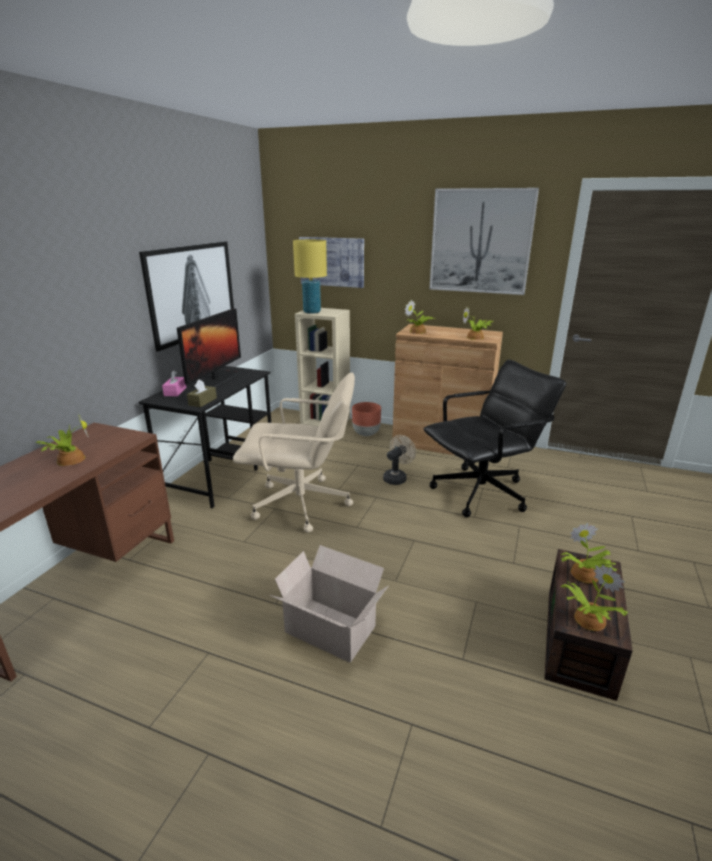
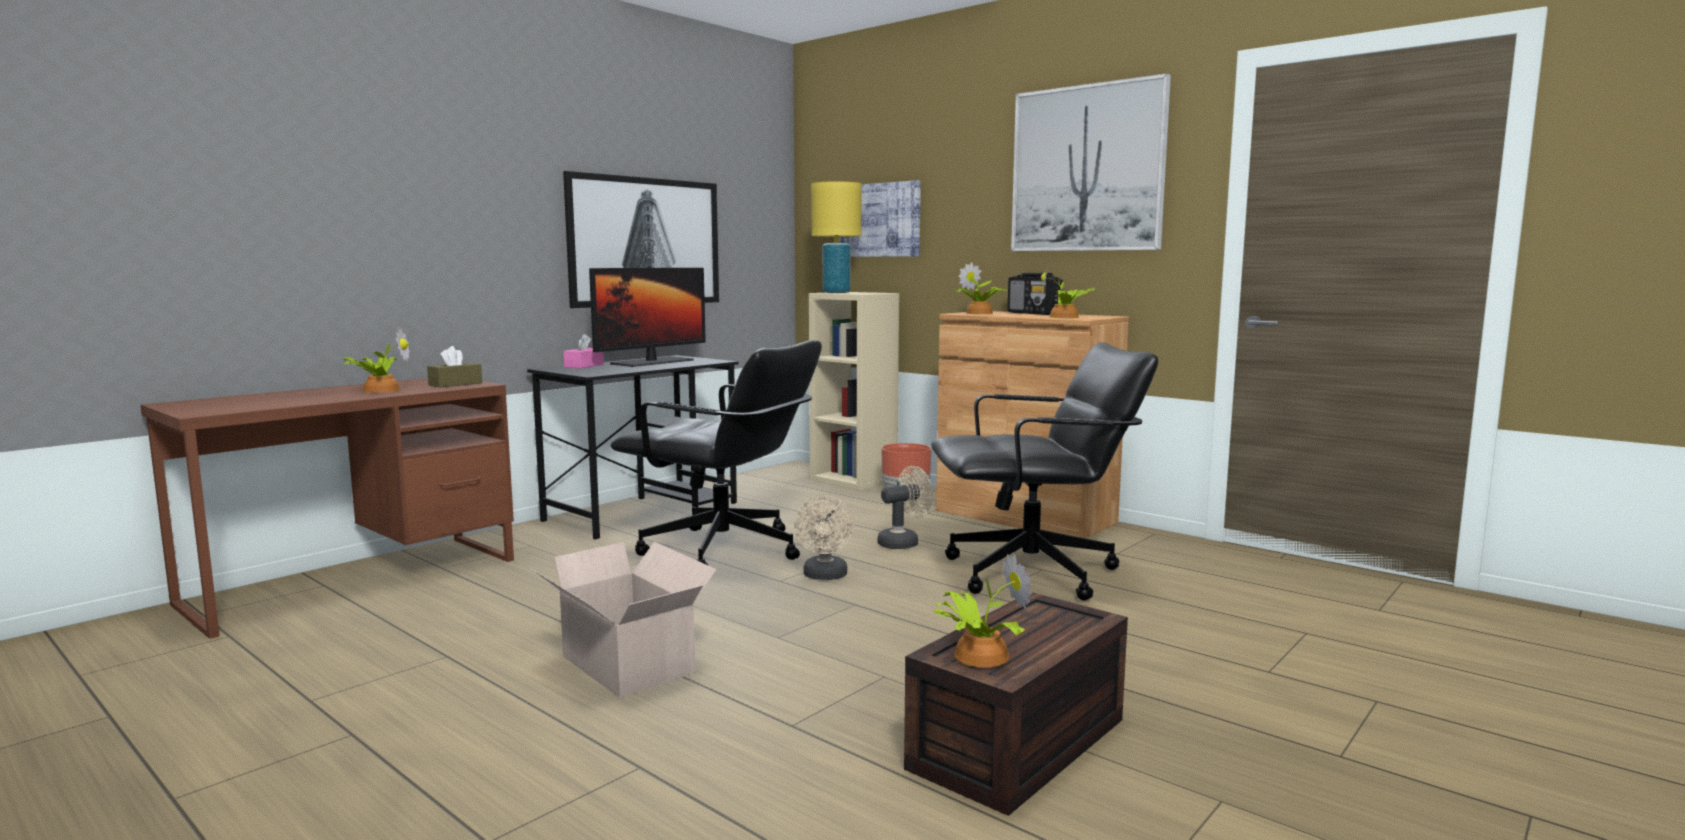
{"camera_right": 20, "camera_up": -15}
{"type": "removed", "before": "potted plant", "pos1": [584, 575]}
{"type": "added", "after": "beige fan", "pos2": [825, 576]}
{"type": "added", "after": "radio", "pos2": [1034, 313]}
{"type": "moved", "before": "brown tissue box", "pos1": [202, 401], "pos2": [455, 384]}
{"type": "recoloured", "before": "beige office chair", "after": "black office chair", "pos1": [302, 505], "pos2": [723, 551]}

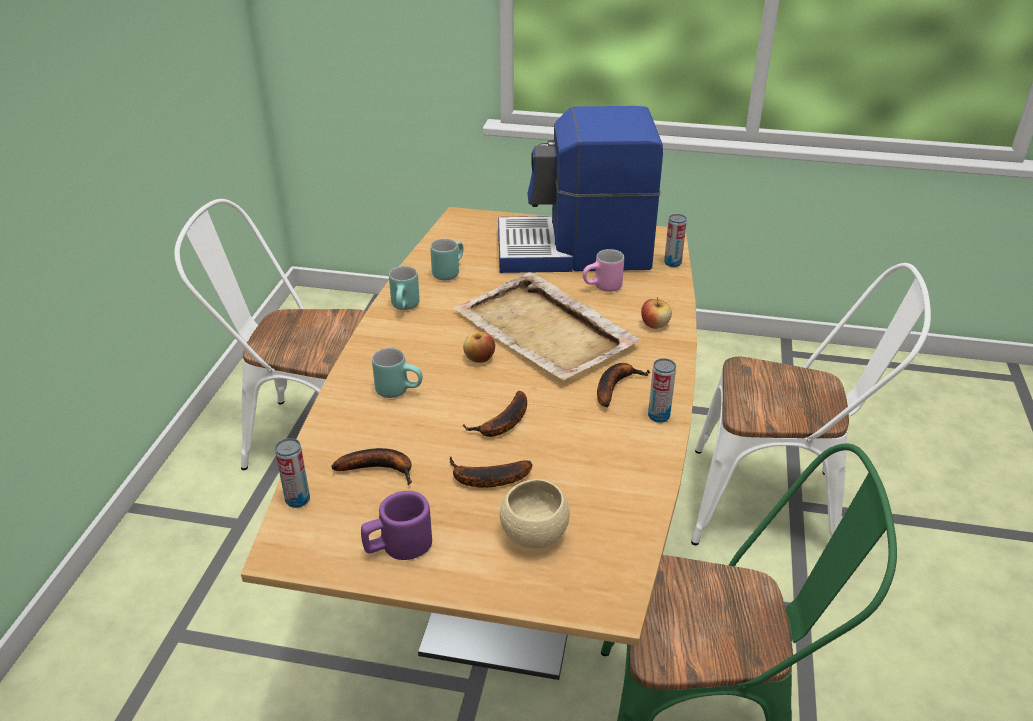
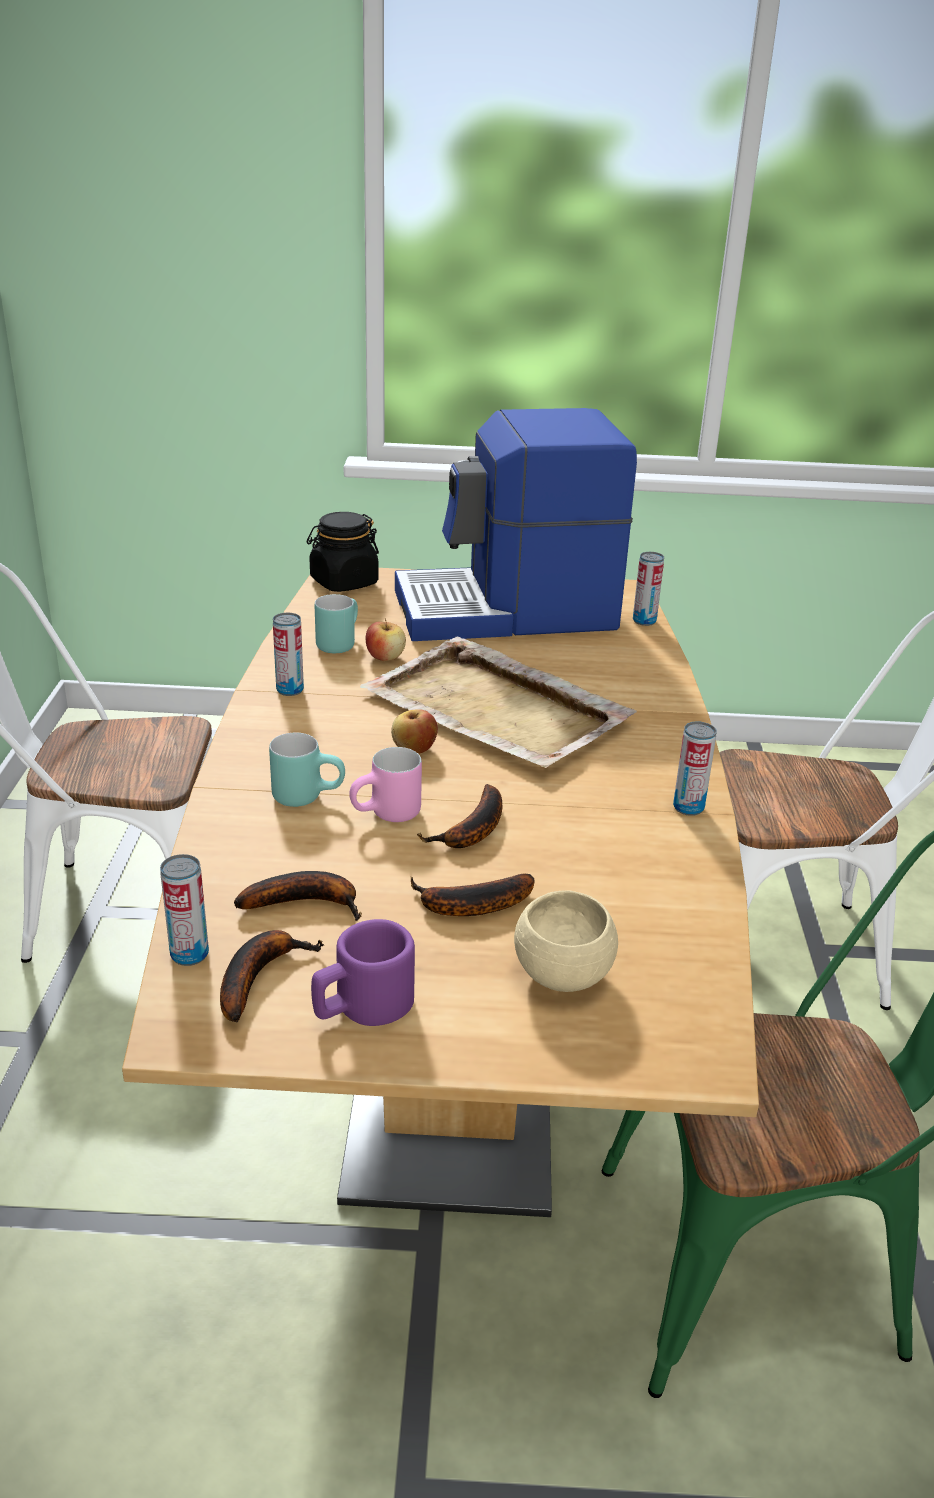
{"camera_right": -10, "camera_up": -5}
{"type": "added", "after": "black jar", "pos2": [343, 582]}
{"type": "moved", "before": "pink mug", "pos1": [603, 288], "pos2": [387, 816]}
{"type": "moved", "before": "banana", "pos1": [615, 386], "pos2": [259, 976]}
{"type": "moved", "before": "apple", "pos1": [655, 325], "pos2": [385, 657]}
{"type": "replaced", "before": "turquoise mug", "after": "can", "pos1": [406, 308], "pos2": [290, 690]}

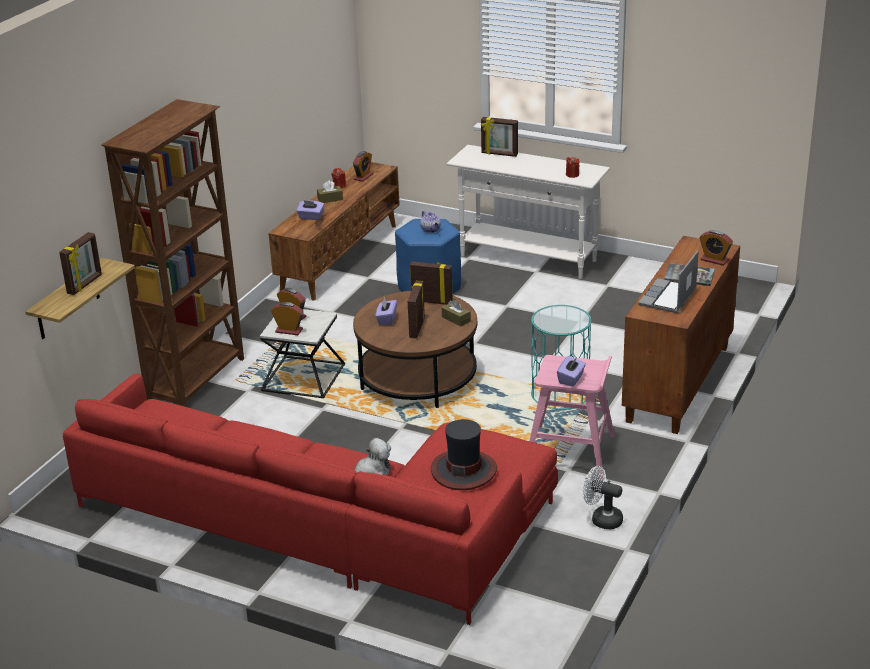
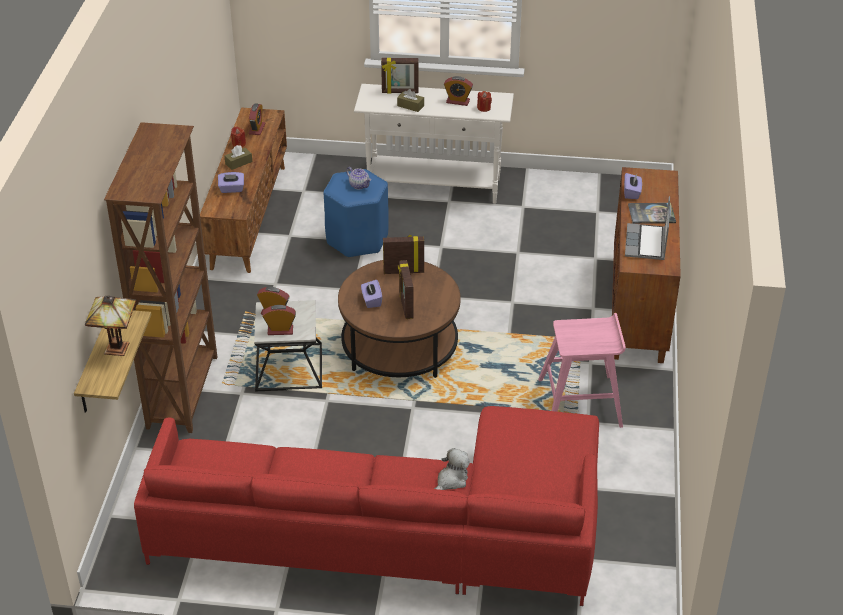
{"camera_right": -20, "camera_up": 10}
{"type": "removed", "before": "hat", "pos1": [464, 470]}
{"type": "removed", "before": "turquoise side table", "pos1": [560, 394]}
{"type": "removed", "before": "white fan", "pos1": [602, 519]}
{"type": "moved", "before": "brown tissue box", "pos1": [456, 319], "pos2": [410, 106]}
{"type": "moved", "before": "purple tissue box", "pos1": [571, 379], "pos2": [632, 193]}
{"type": "moved", "before": "alarm clock", "pos1": [714, 260], "pos2": [458, 101]}
{"type": "replaced", "before": "picture frame", "after": "table lamp", "pos1": [85, 284], "pos2": [116, 347]}

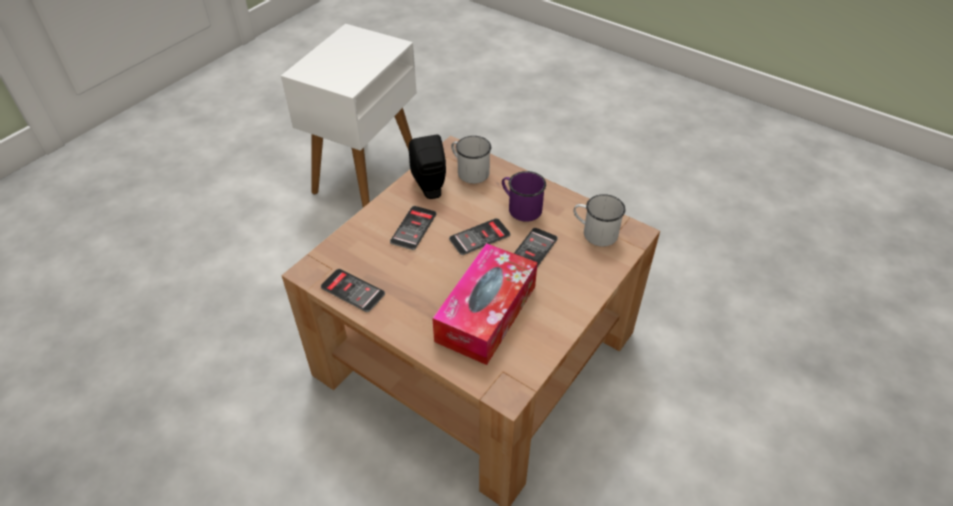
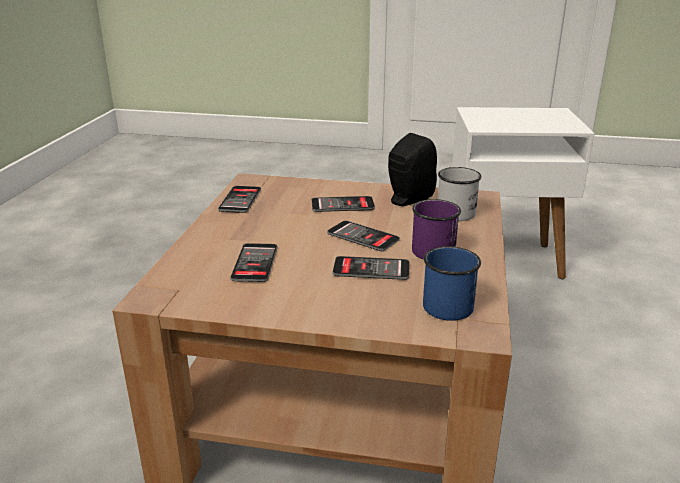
{"camera_right": 65, "camera_up": -20}
{"type": "replaced", "before": "tissue box", "after": "phone", "pos1": [486, 313], "pos2": [255, 263]}
{"type": "recoloured", "before": "white mug", "after": "blue mug", "pos1": [595, 232], "pos2": [446, 302]}

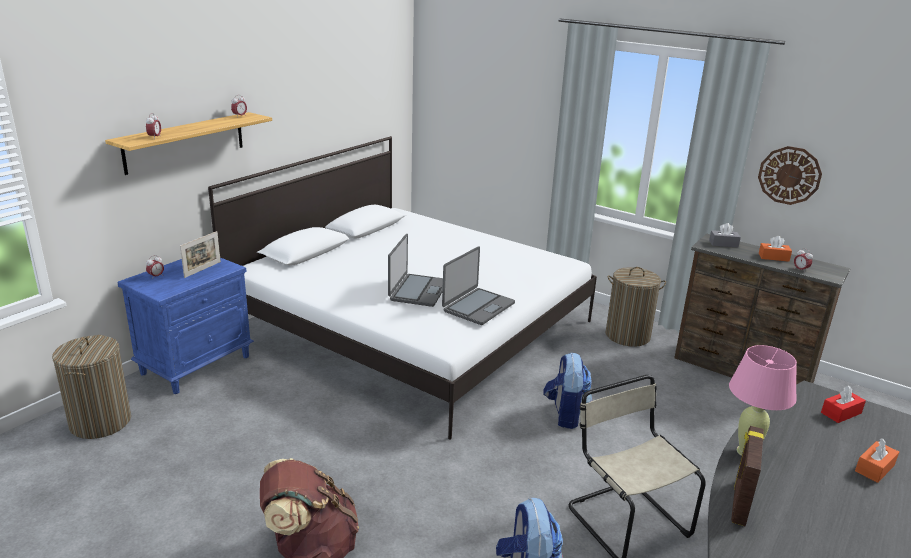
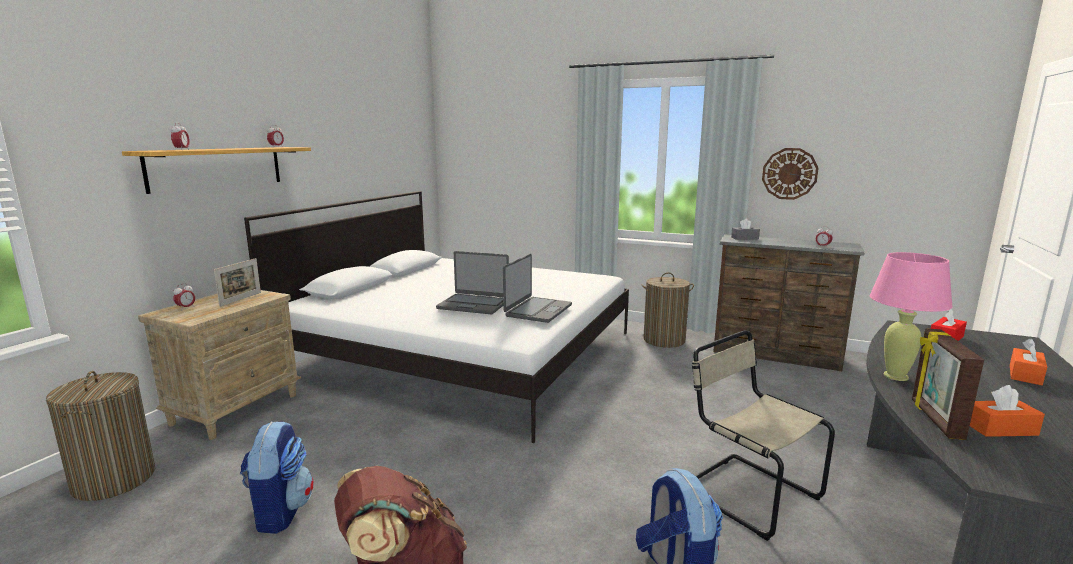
{"camera_right": -10, "camera_up": -10}
{"type": "moved", "before": "backpack", "pos1": [565, 414], "pos2": [280, 511]}
{"type": "moved", "before": "orange tissue box", "pos1": [773, 257], "pos2": [1000, 428]}
{"type": "recoloured", "before": "blue nightstand", "after": "beige nightstand", "pos1": [196, 364], "pos2": [236, 409]}
{"type": "turned", "before": "laptop", "pos1": [418, 291], "pos2": [473, 305], "turn": 105}

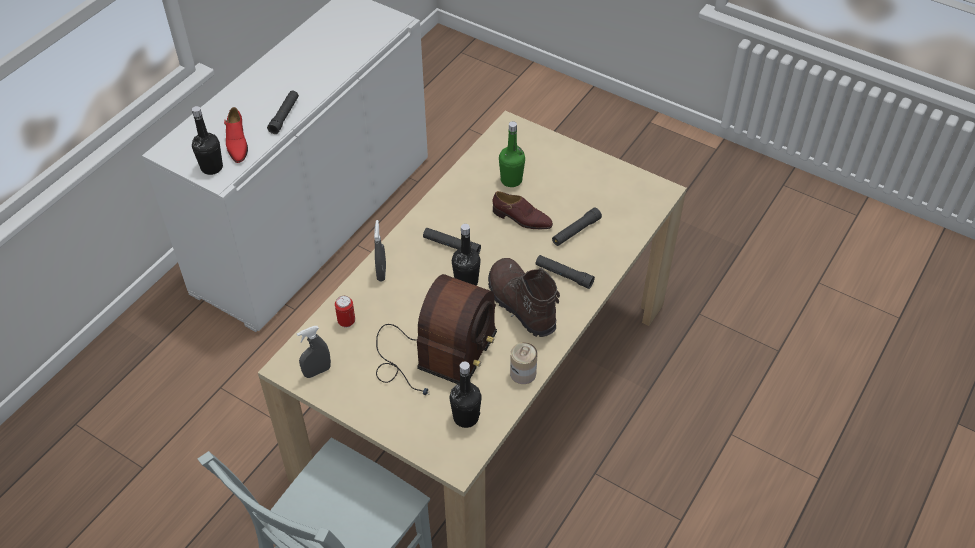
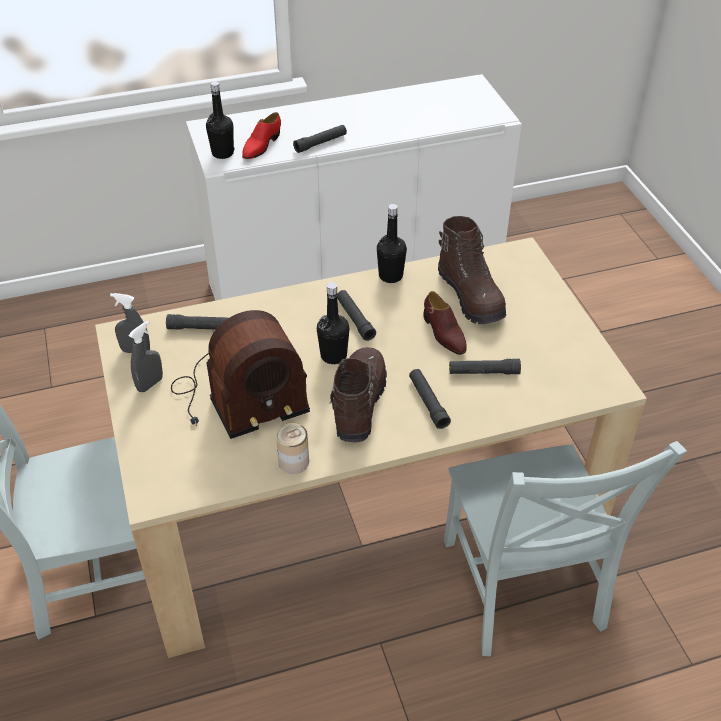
{"camera_right": 40, "camera_up": -5}
{"type": "added", "after": "grey chair", "pos2": [523, 590]}
{"type": "moved", "before": "grey spray bottle", "pos1": [381, 272], "pos2": [150, 384]}
{"type": "moved", "before": "black bottle", "pos1": [466, 417], "pos2": [390, 276]}
{"type": "replaced", "before": "can", "after": "black flashlight", "pos1": [346, 322], "pos2": [201, 328]}
{"type": "replaced", "before": "green bottle", "after": "brown boot", "pos1": [511, 180], "pos2": [471, 296]}

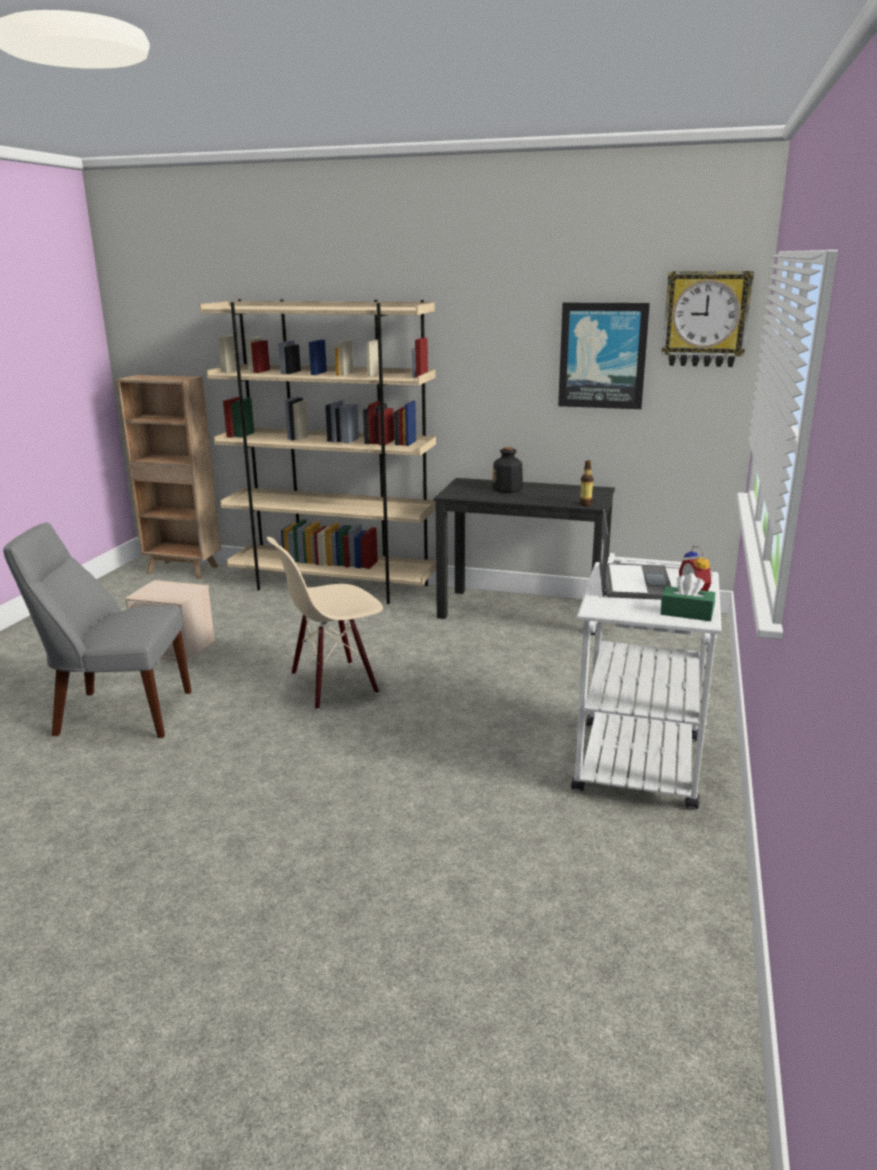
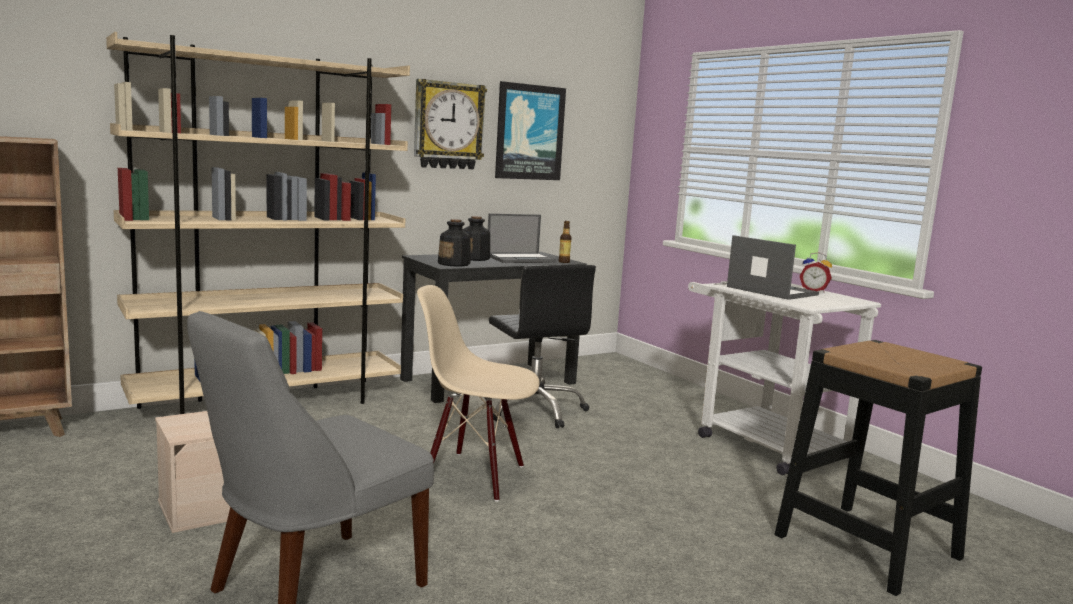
{"camera_right": -50, "camera_up": -10}
{"type": "removed", "before": "green tissue box", "pos1": [686, 613]}
{"type": "added", "after": "bottle", "pos2": [454, 264]}
{"type": "added", "after": "black office chair", "pos2": [534, 410]}
{"type": "added", "after": "laptop", "pos2": [521, 259]}
{"type": "added", "after": "black stool", "pos2": [867, 546]}
{"type": "moved", "before": "wall clock", "pos1": [705, 319], "pos2": [448, 125]}
{"type": "turned", "before": "beige chair", "pos1": [333, 684], "pos2": [474, 476], "turn": 90}

